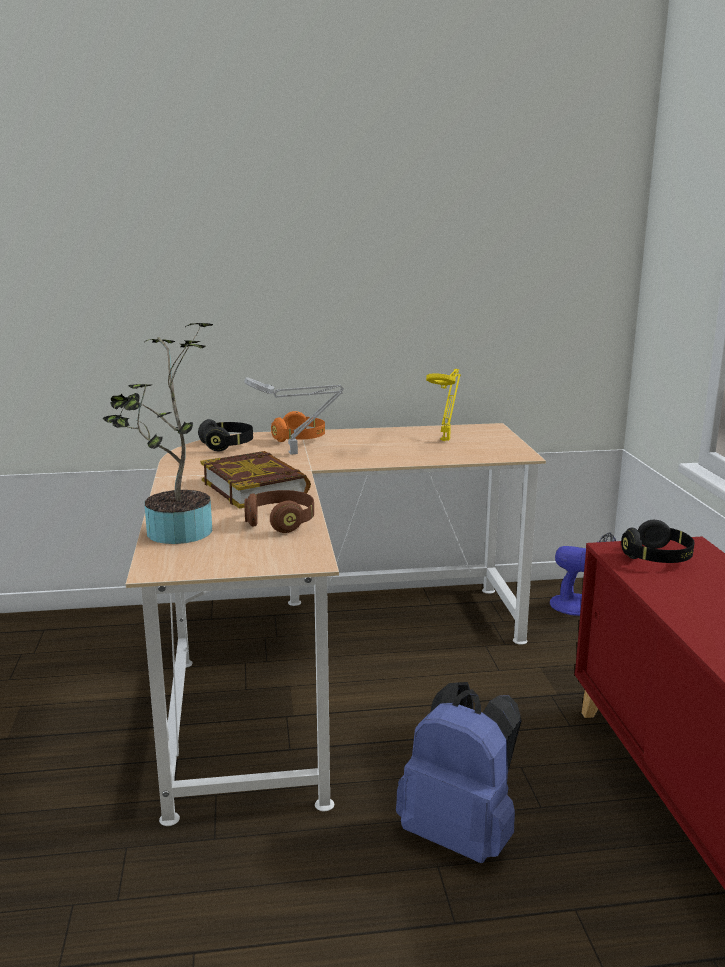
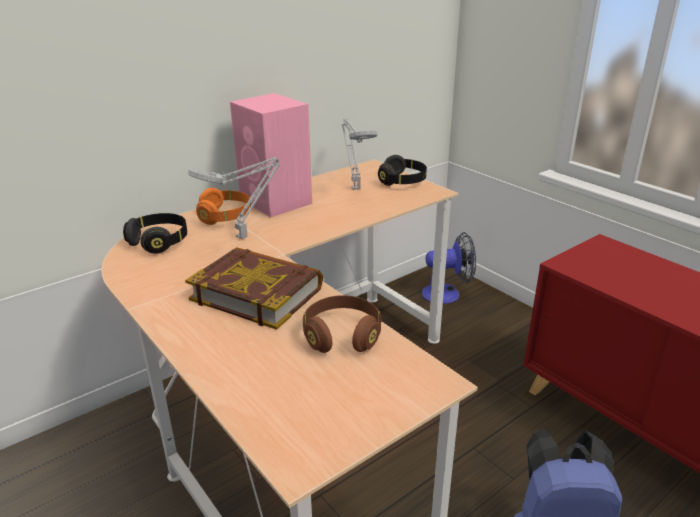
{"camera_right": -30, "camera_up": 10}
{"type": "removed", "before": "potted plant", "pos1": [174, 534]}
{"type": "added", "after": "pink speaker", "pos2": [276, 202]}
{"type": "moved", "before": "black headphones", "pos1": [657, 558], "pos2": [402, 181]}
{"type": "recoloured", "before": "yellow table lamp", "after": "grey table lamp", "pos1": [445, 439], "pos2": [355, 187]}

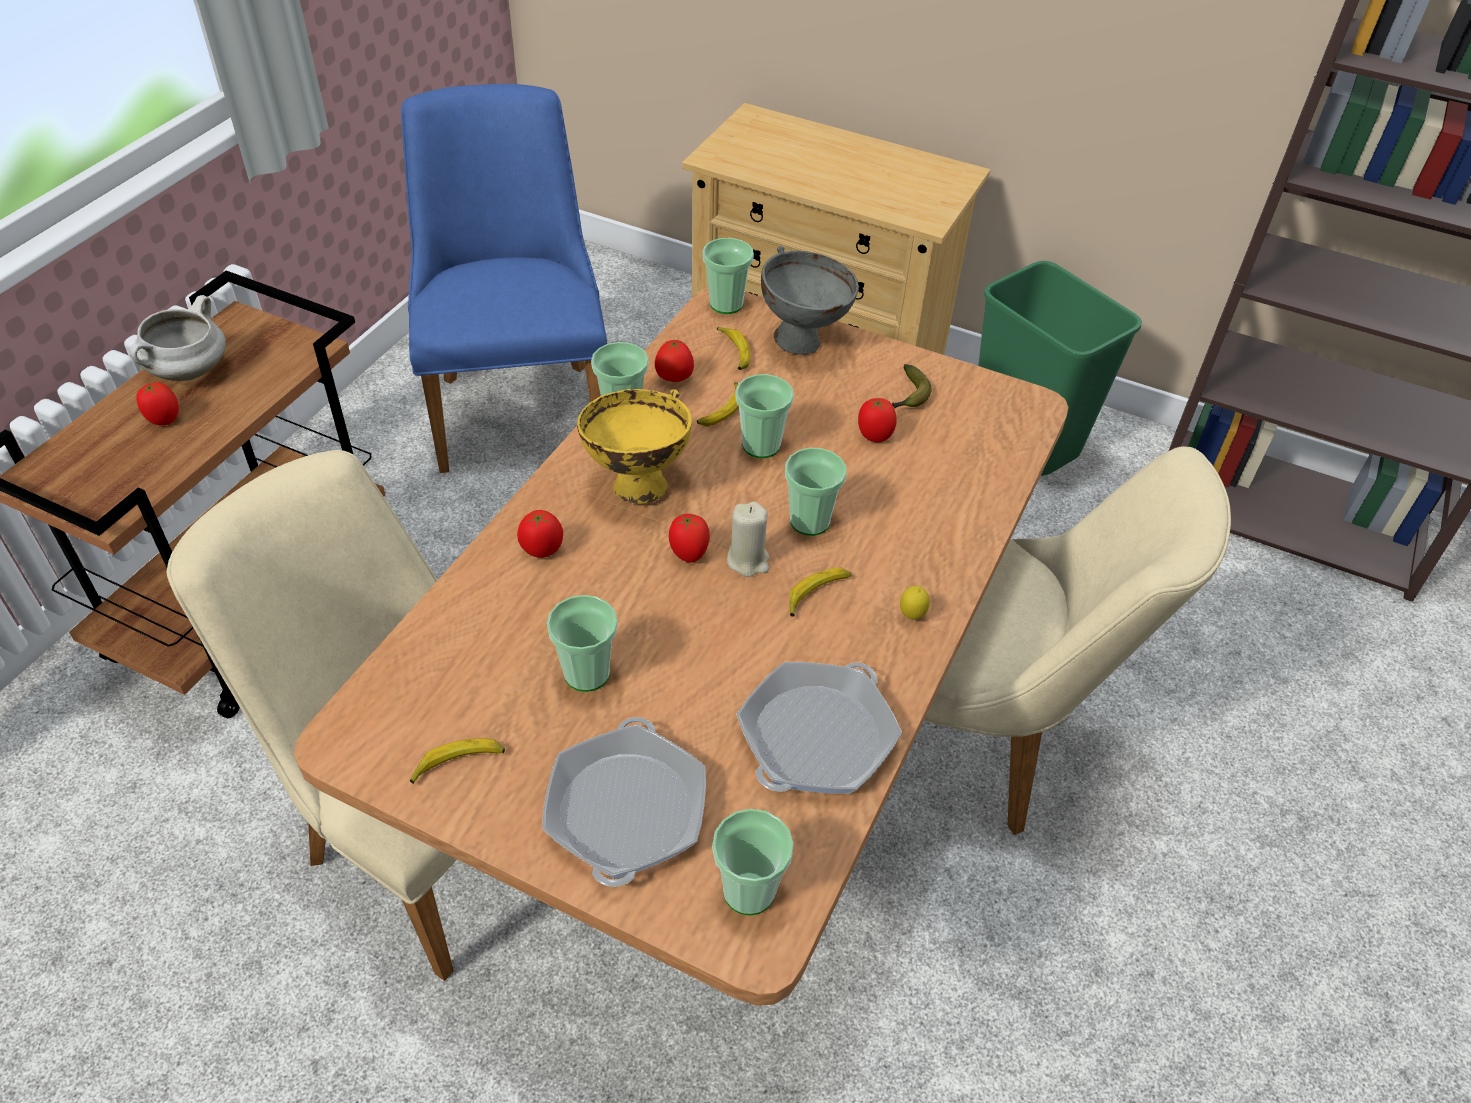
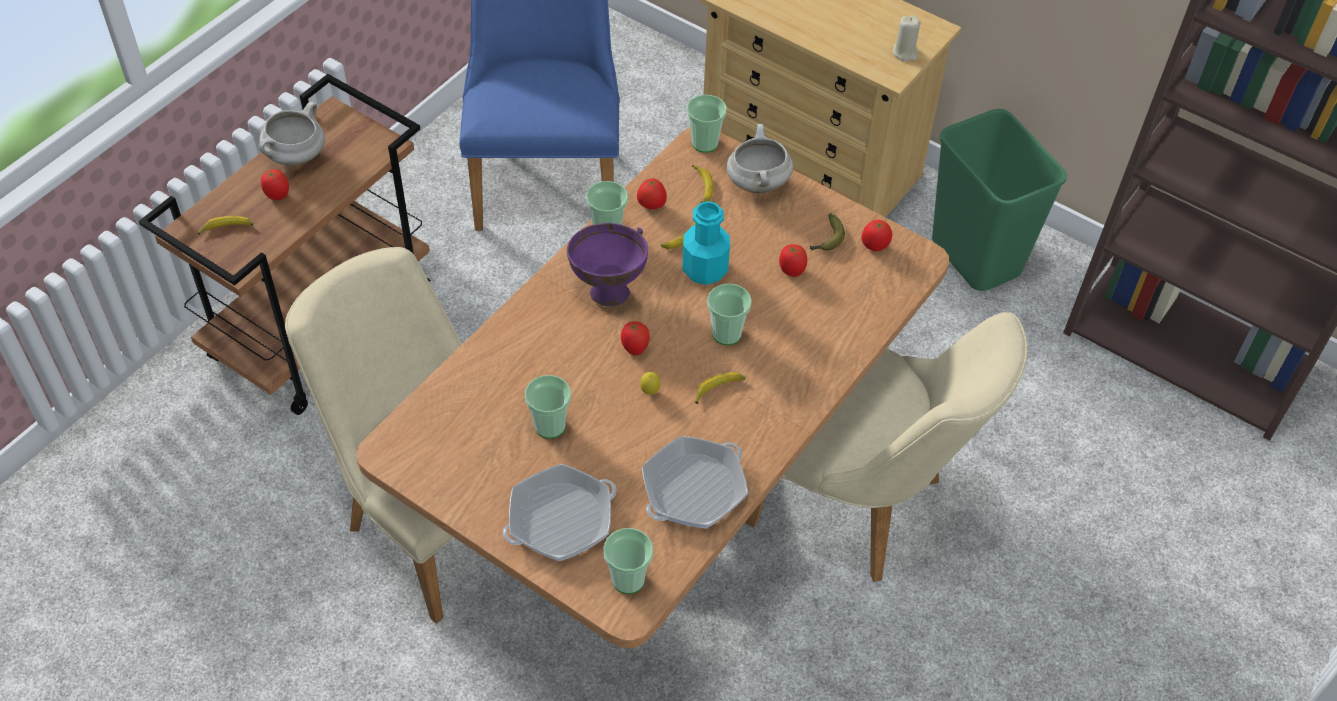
{"camera_right": 10, "camera_up": 5}
{"type": "moved", "before": "banana", "pos1": [458, 764], "pos2": [227, 228]}
{"type": "moved", "before": "tomato", "pos1": [542, 550], "pos2": [875, 246]}
{"type": "moved", "before": "beige candle", "pos1": [748, 560], "pos2": [905, 53]}
{"type": "moved", "before": "lemon", "pos1": [911, 616], "pos2": [650, 392]}
{"type": "replaced", "before": "cup", "after": "turquoise bottle", "pos1": [761, 445], "pos2": [705, 269]}
{"type": "replaced", "before": "grey bowl", "after": "white cooking pot", "pos1": [803, 341], "pos2": [757, 183]}
{"type": "recoloured", "before": "yellow bowl", "after": "purple bowl", "pos1": [636, 485], "pos2": [607, 291]}
{"type": "turned", "before": "frying pan", "pos1": [626, 810], "pos2": [560, 519], "turn": 45}

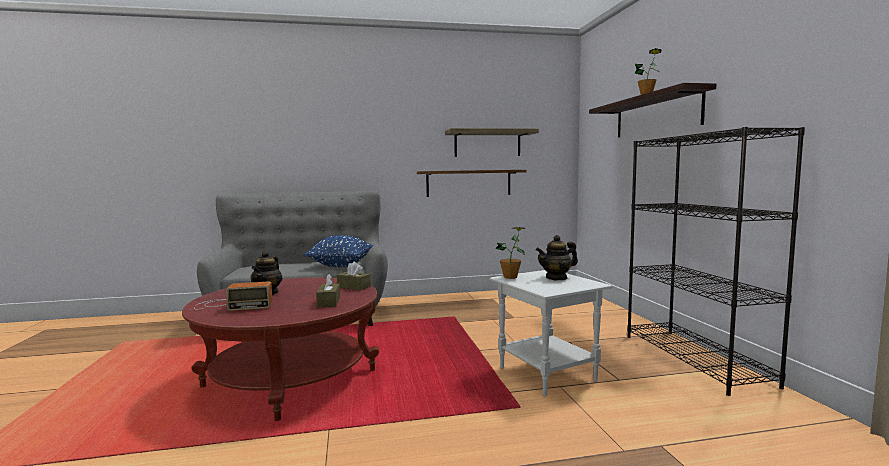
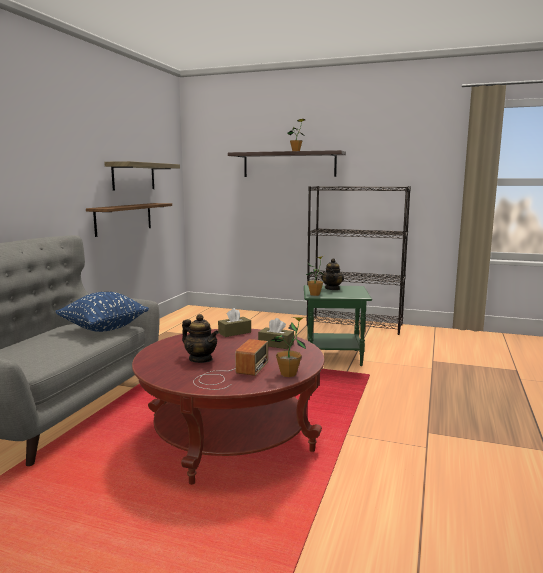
{"camera_right": -60, "camera_up": 5}
{"type": "added", "after": "potted plant", "pos2": [288, 374]}
{"type": "recoloured", "before": "white side table", "after": "green side table", "pos1": [548, 375], "pos2": [335, 357]}

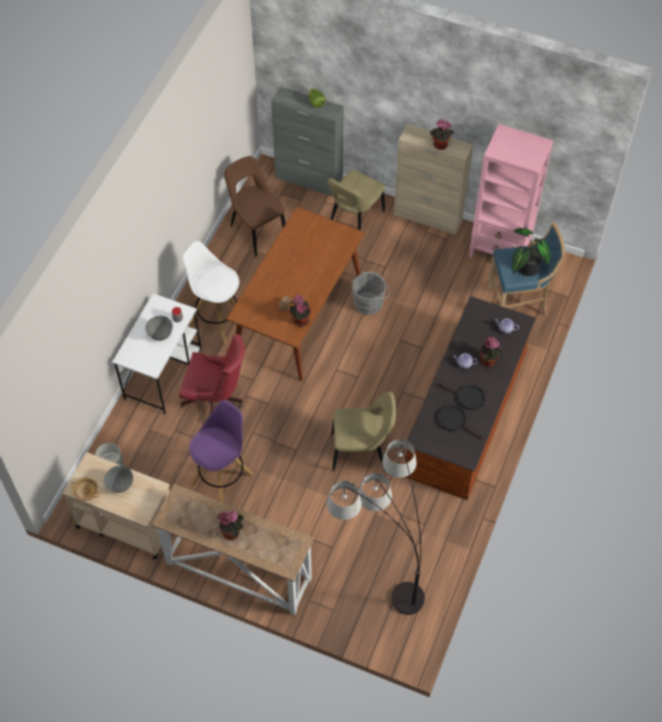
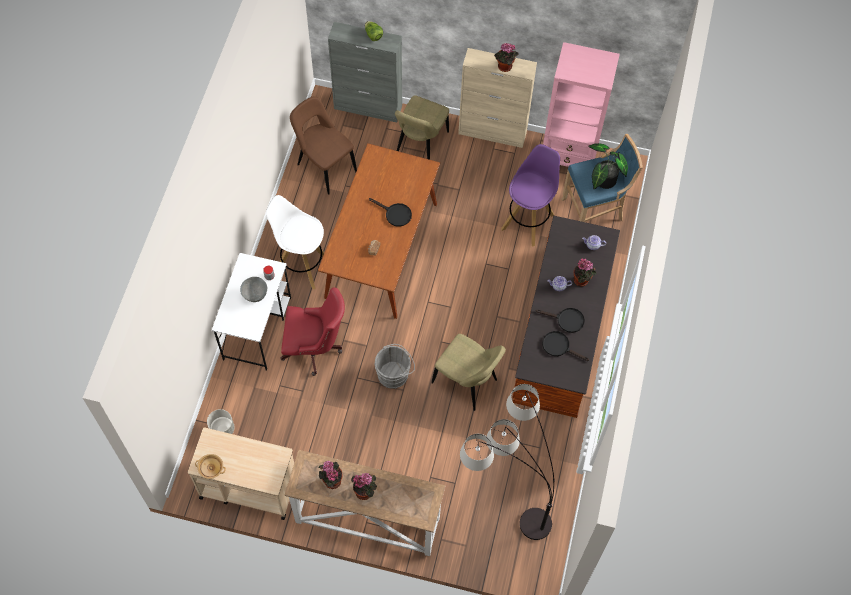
{"camera_right": -10, "camera_up": 5}
{"type": "removed", "before": "grey bowl", "pos1": [120, 485]}
{"type": "added", "after": "black frying pan", "pos2": [395, 214]}
{"type": "moved", "before": "purple stool", "pos1": [223, 478], "pos2": [528, 221]}
{"type": "moved", "before": "potted plant", "pos1": [300, 320], "pos2": [331, 480]}
{"type": "moved", "before": "grey bucket", "pos1": [370, 303], "pos2": [394, 374]}
{"type": "turned", "before": "beige chair", "pos1": [361, 452], "pos2": [467, 383], "turn": 45}

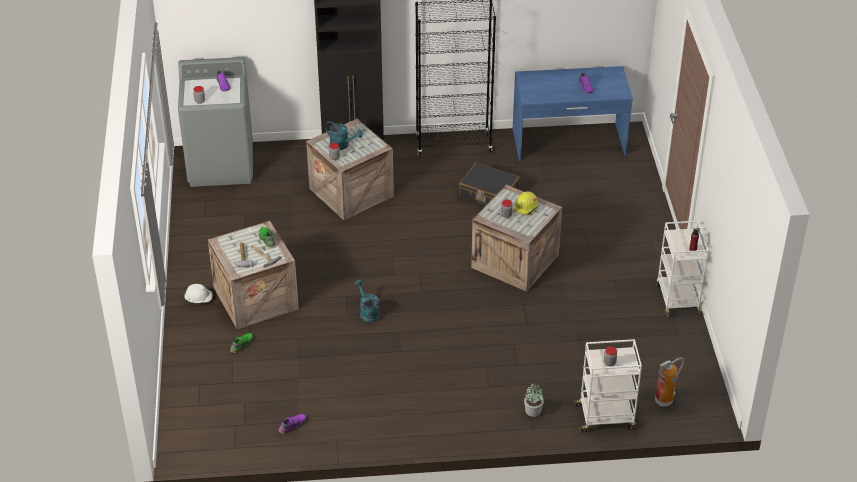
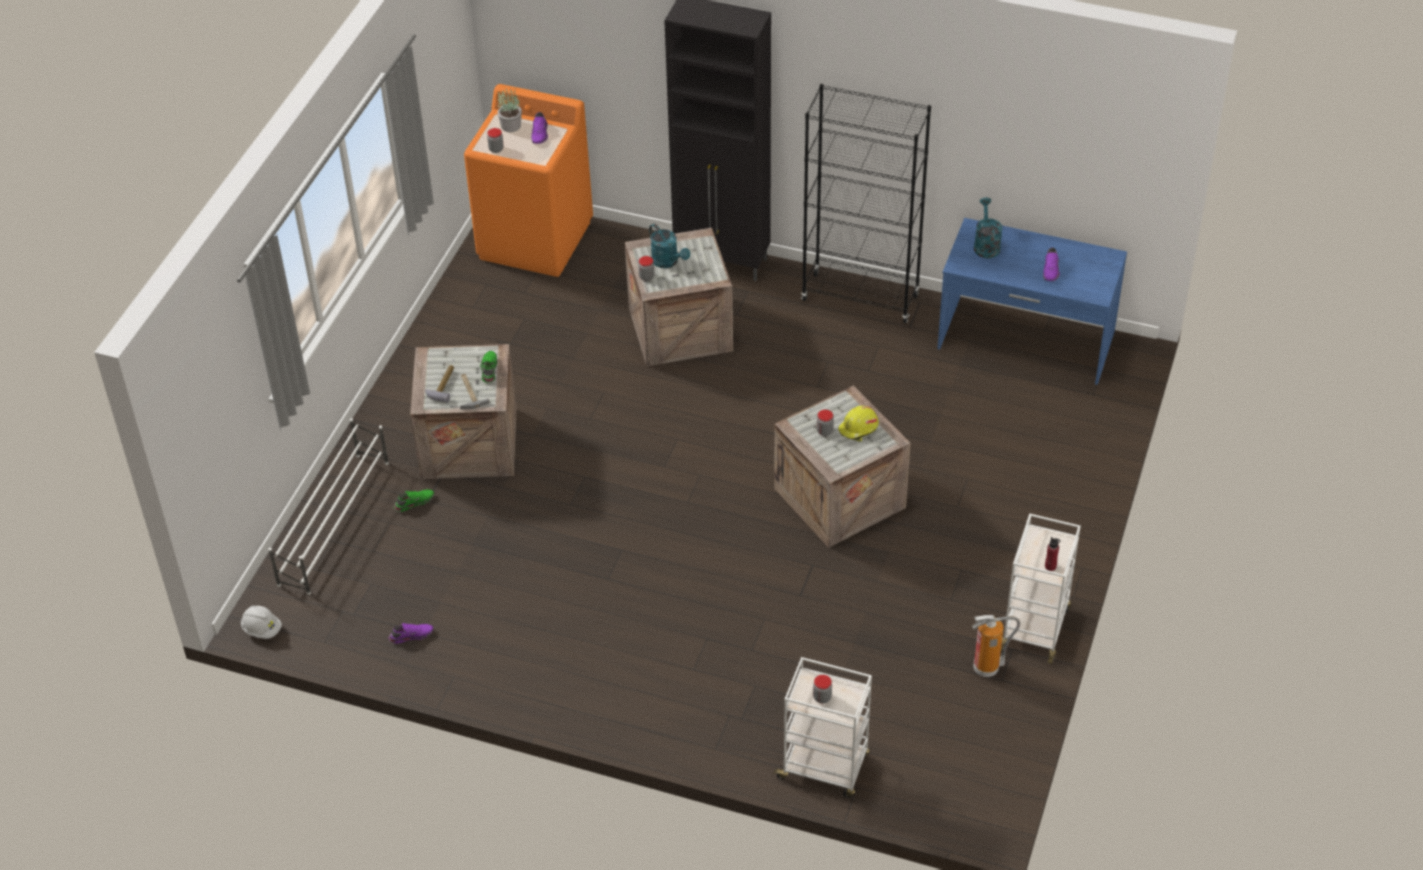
{"camera_right": 25, "camera_up": 5}
{"type": "removed", "before": "black suitcase", "pos1": [488, 193]}
{"type": "added", "after": "white shoe rack", "pos2": [335, 522]}
{"type": "moved", "before": "white hard hat", "pos1": [199, 300], "pos2": [262, 629]}
{"type": "moved", "before": "turquoise watering can", "pos1": [367, 313], "pos2": [986, 244]}
{"type": "moved", "before": "potted plant", "pos1": [533, 410], "pos2": [511, 125]}
{"type": "moved", "before": "fire extinguisher", "pos1": [664, 400], "pos2": [987, 668]}
{"type": "recoloured", "before": "grey washing machine", "after": "orange washing machine", "pos1": [221, 165], "pos2": [536, 240]}

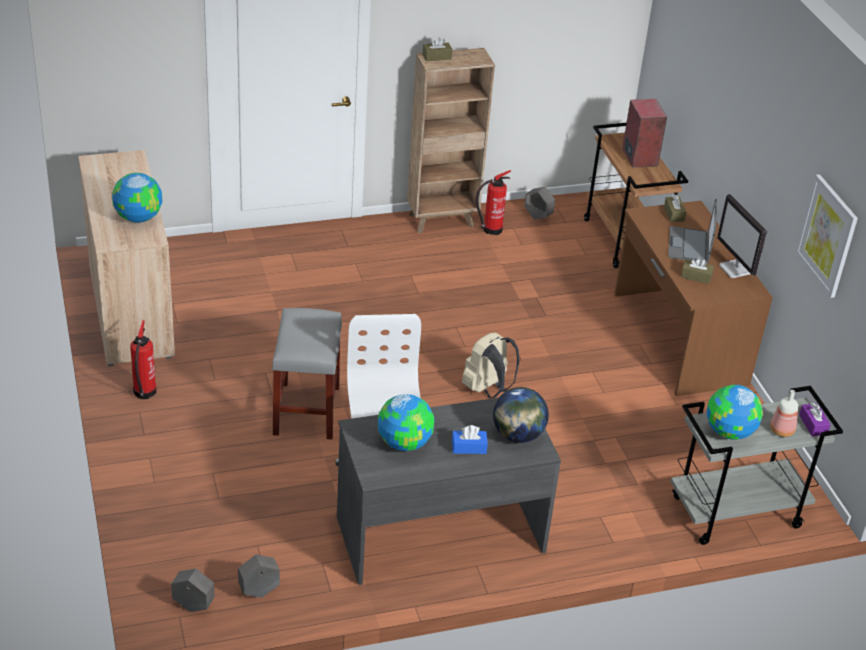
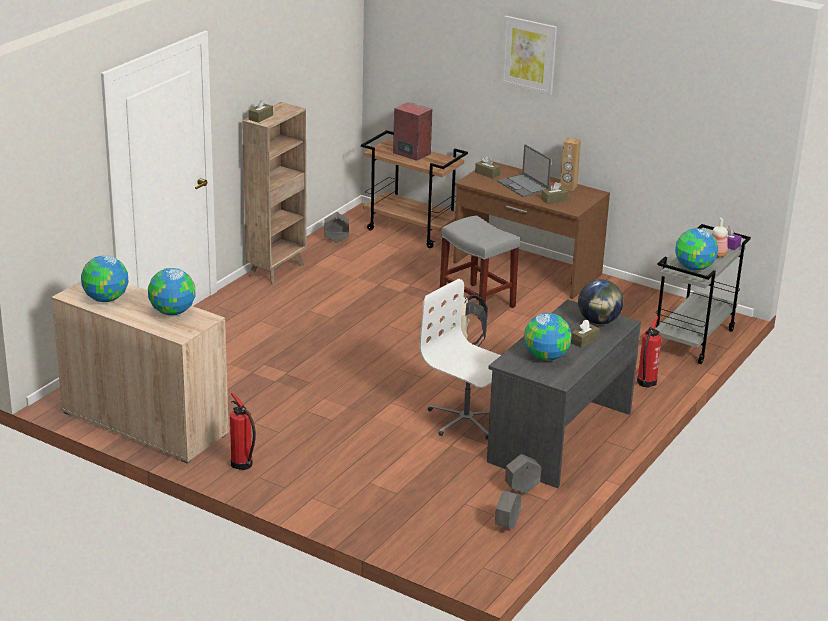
{"camera_right": -40, "camera_up": -10}
{"type": "added", "after": "globe", "pos2": [106, 299]}
{"type": "moved", "before": "grey planter", "pos1": [193, 605], "pos2": [521, 490]}
{"type": "moved", "before": "grey stool", "pos1": [306, 409], "pos2": [476, 301]}
{"type": "moved", "before": "fire extinguisher", "pos1": [490, 230], "pos2": [645, 383]}
{"type": "moved", "before": "picture", "pos1": [827, 235], "pos2": [529, 55]}
{"type": "replaced", "before": "monitor", "after": "brown speaker", "pos1": [735, 269], "pos2": [568, 187]}
{"type": "recoloured", "before": "blue tissue box", "after": "brown tissue box", "pos1": [469, 447], "pos2": [584, 340]}

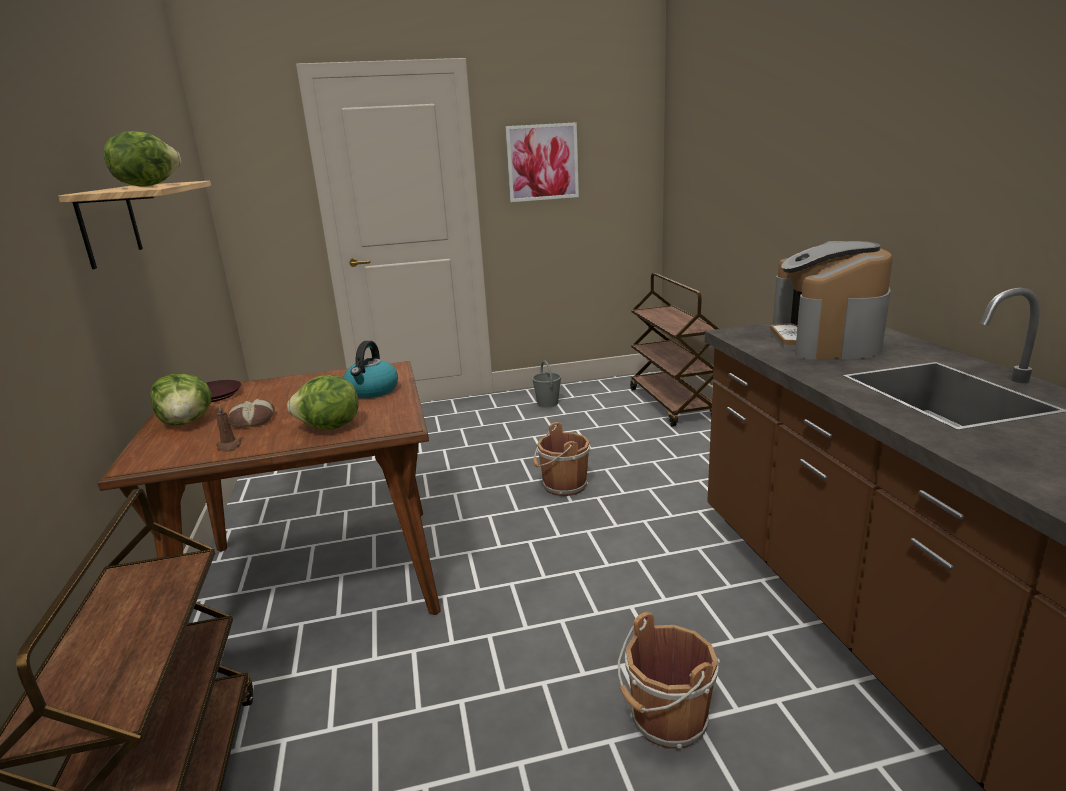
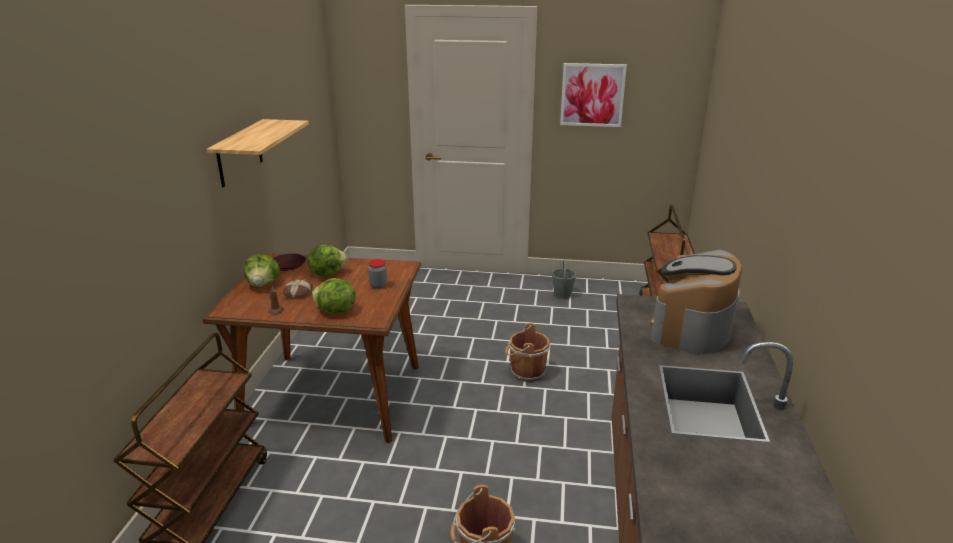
{"camera_right": 20, "camera_up": 5}
{"type": "moved", "before": "lettuce", "pos1": [147, 186], "pos2": [327, 273]}
{"type": "replaced", "before": "kettle", "after": "jar", "pos1": [372, 391], "pos2": [378, 285]}

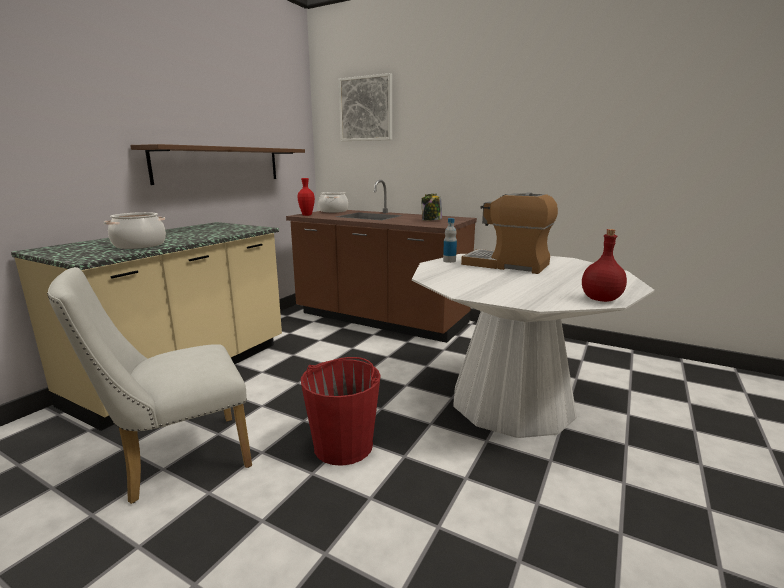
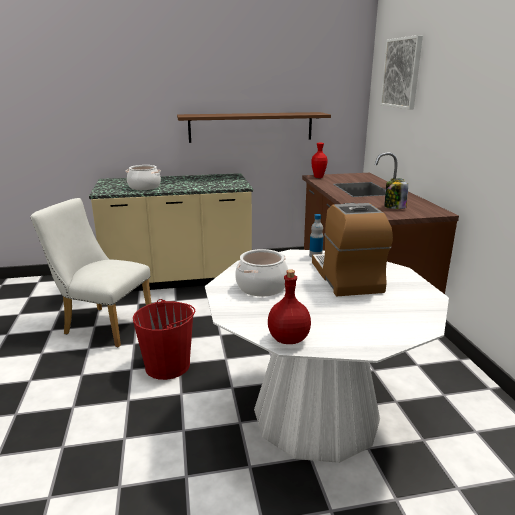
{"camera_right": 50, "camera_up": 5}
{"type": "moved", "before": "cooking pot", "pos1": [333, 211], "pos2": [262, 287]}

